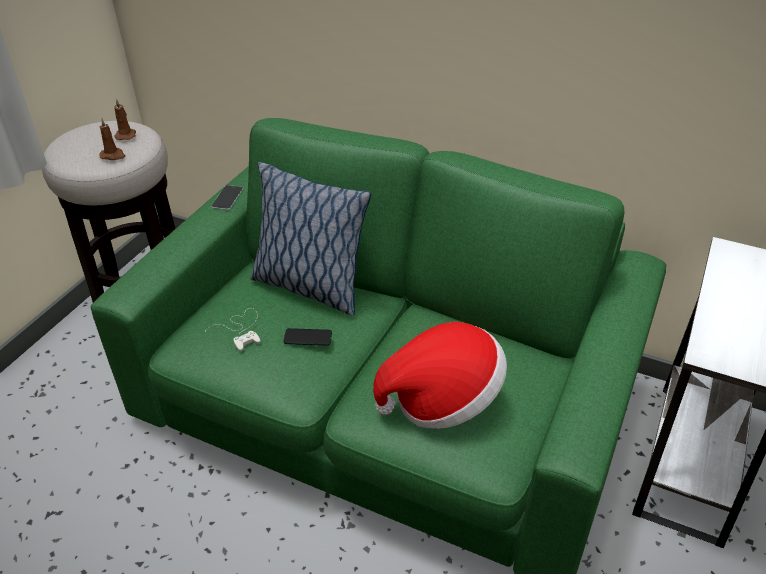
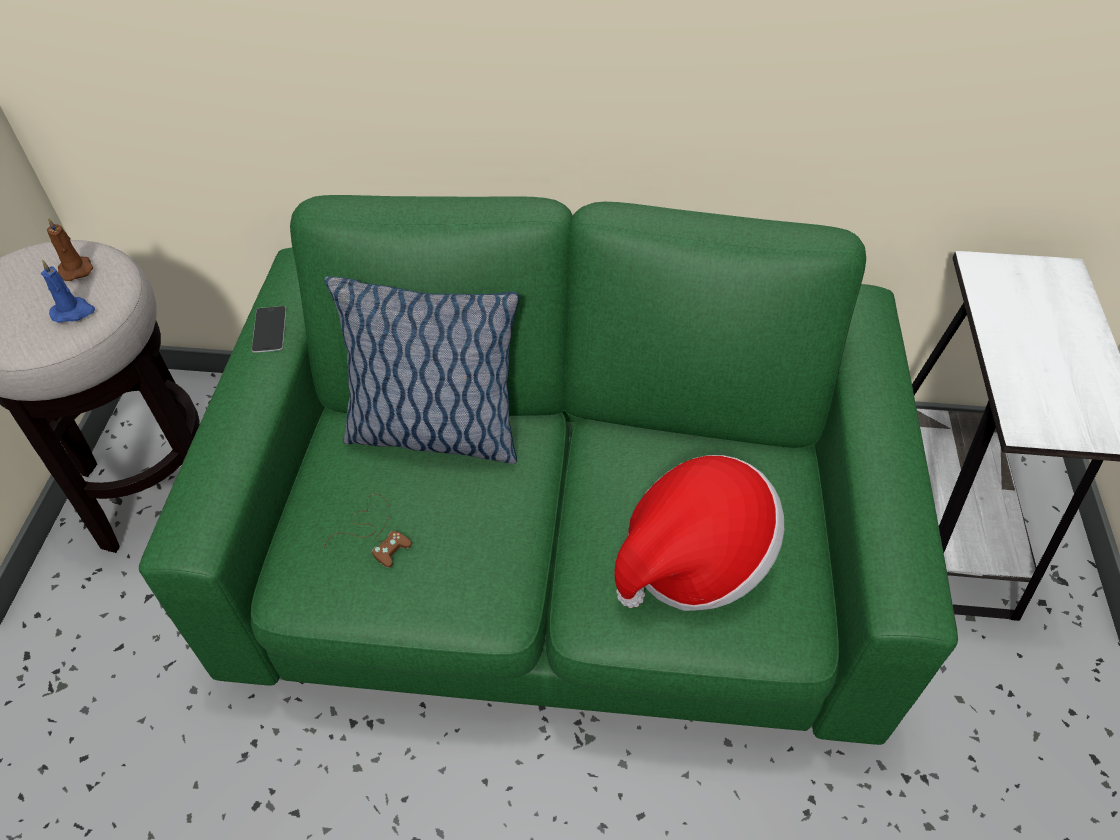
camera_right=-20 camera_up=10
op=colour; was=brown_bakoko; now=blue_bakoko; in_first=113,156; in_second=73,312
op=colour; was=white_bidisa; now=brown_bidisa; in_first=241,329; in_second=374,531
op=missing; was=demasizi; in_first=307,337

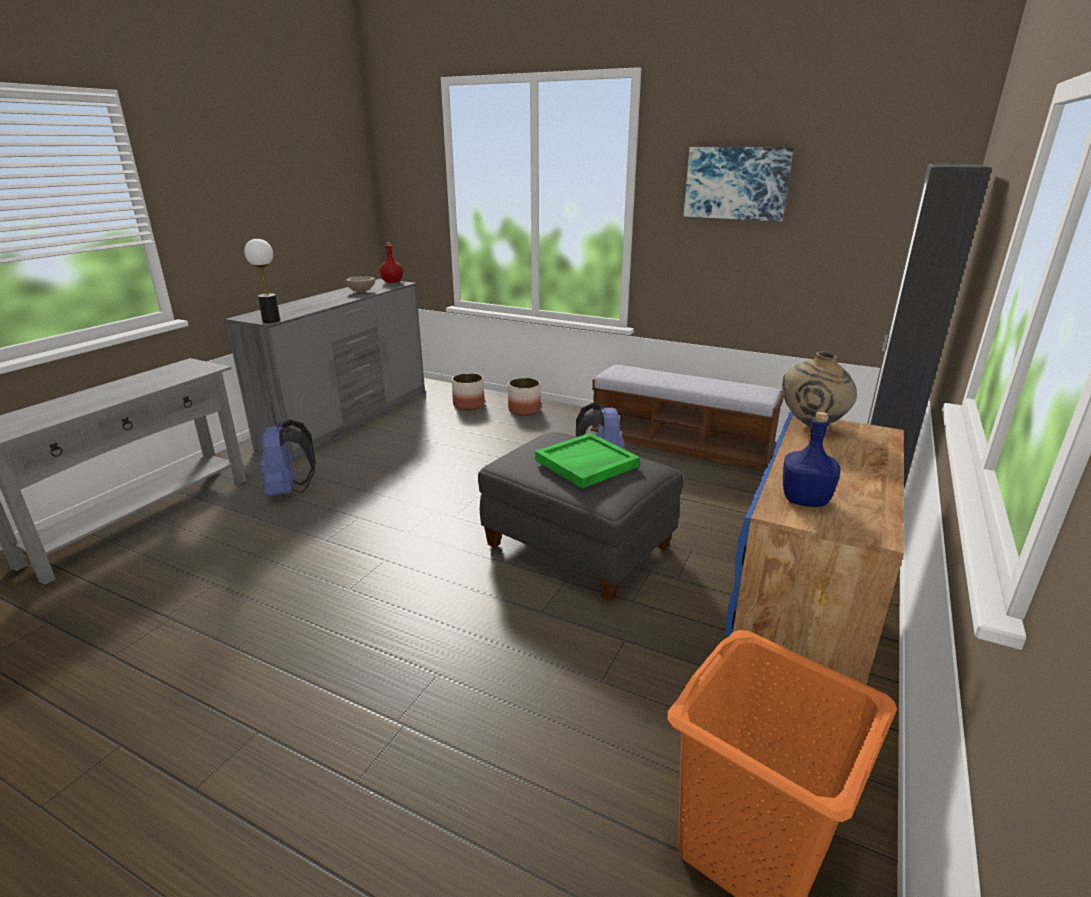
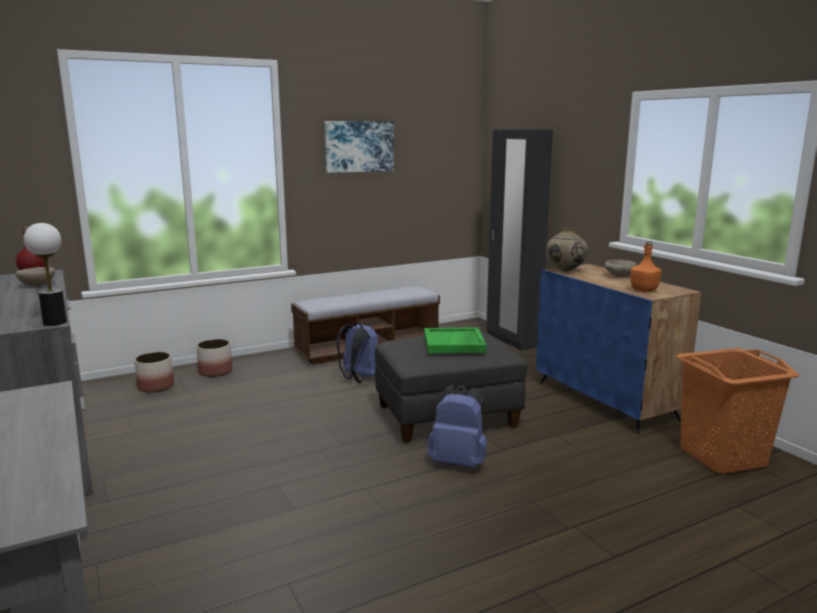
camera_right=-55 camera_up=-10
op=relocated; was=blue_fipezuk; in_first=289,490; in_second=459,462
op=colour; was=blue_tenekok; now=orange_tenekok; in_first=803,500; in_second=643,290
op=appeared; now=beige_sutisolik; in_second=619,276

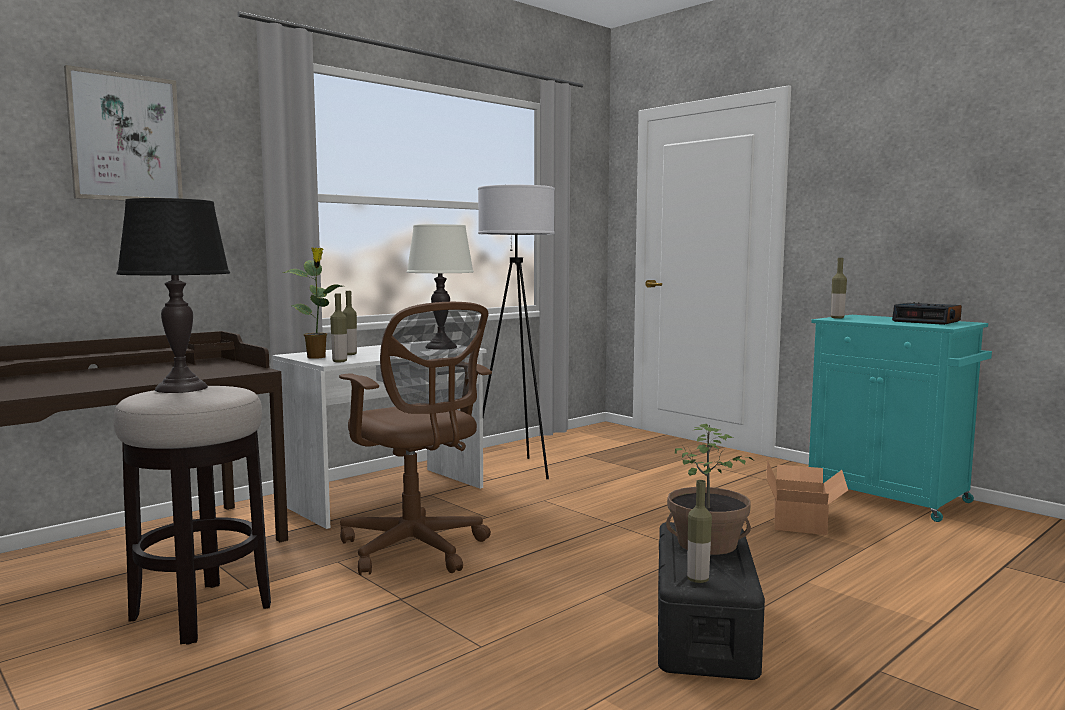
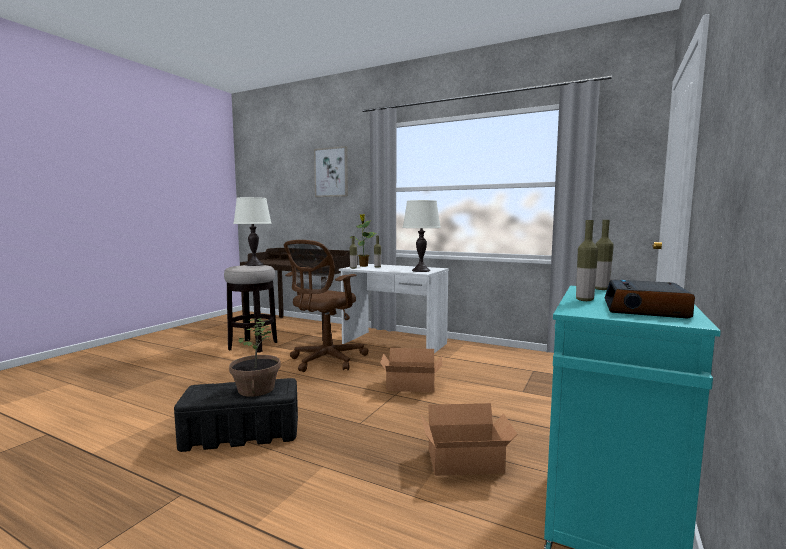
camera_right=70 camera_up=0
op=colour; was=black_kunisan; now=white_kunisan; in_first=181,388; in_second=254,265
op=missing; was=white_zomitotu; in_first=516,469
op=relocated; was=tenekok; in_first=698,580; in_second=584,300
op=appeared; now=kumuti; in_second=412,386

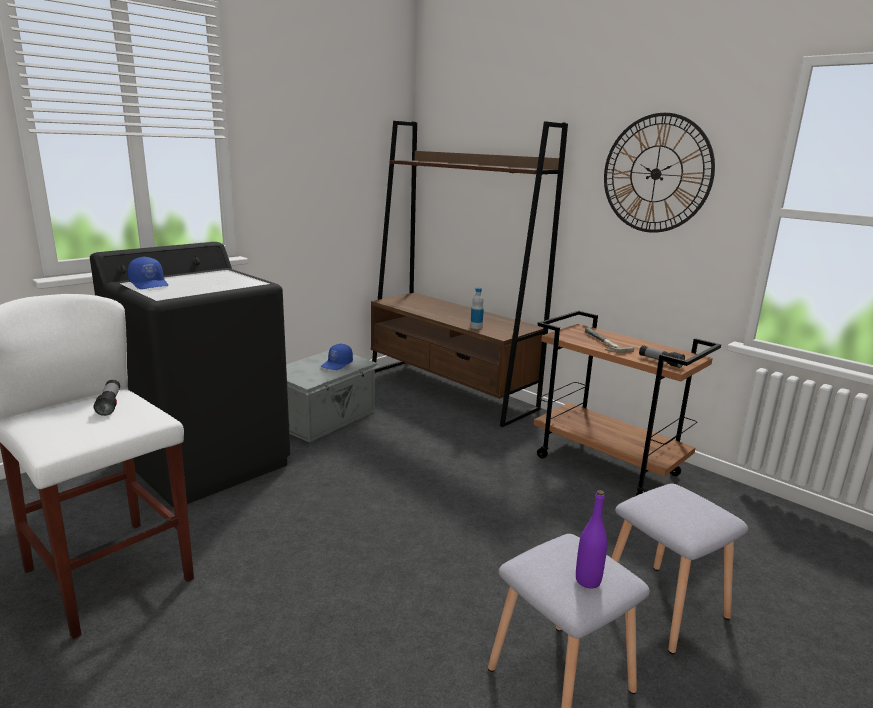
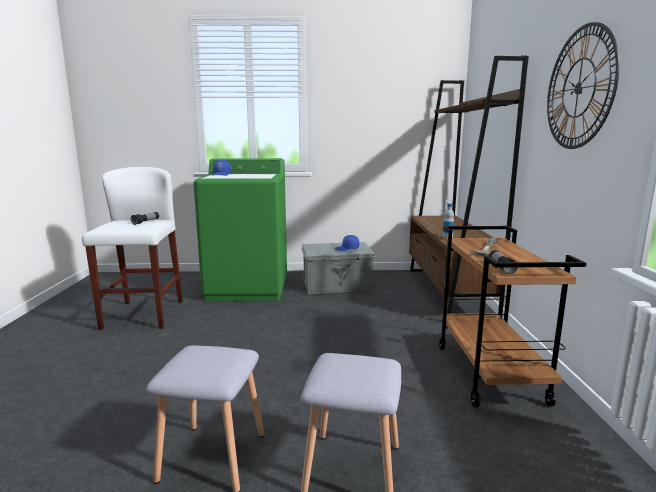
camera_right=45 camera_up=-5
op=colour; was=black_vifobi; now=green_vifobi; in_first=207,462; in_second=248,288
op=missing; was=purple_tenekok; in_first=588,580

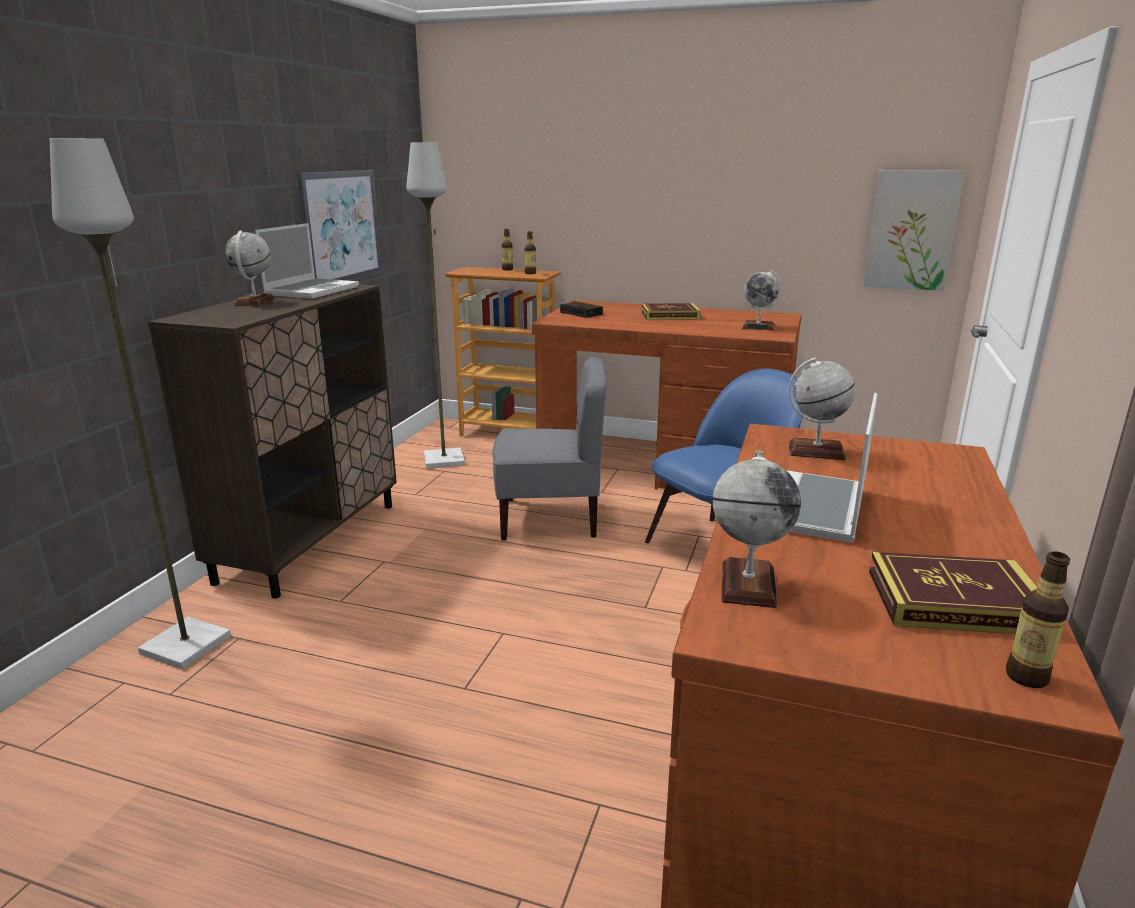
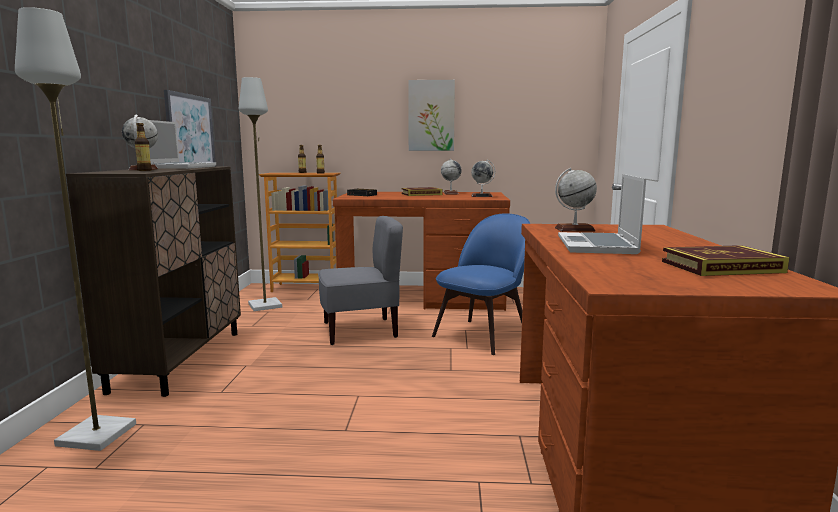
camera_right=-15 camera_up=-10
op=relocated; was=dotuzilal; in_first=748,584; in_second=450,193
op=relocated; was=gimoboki; in_first=911,230; in_second=431,115
op=relocated; was=tenekok; in_first=1027,677; in_second=144,170

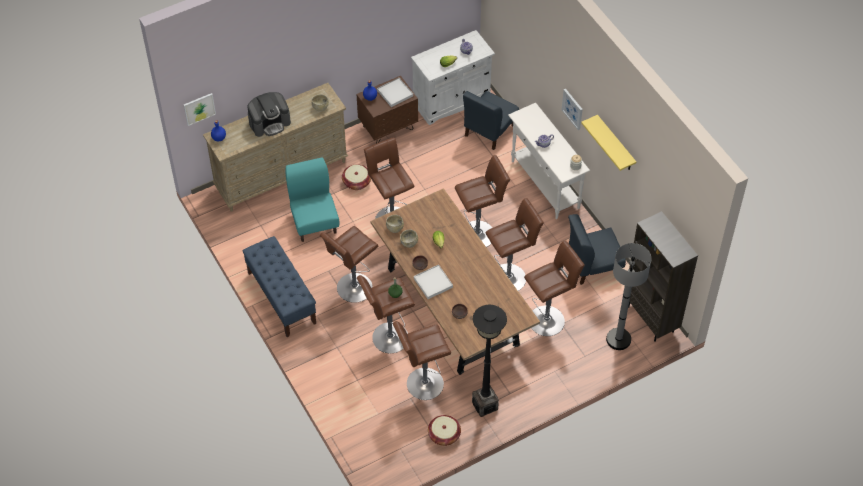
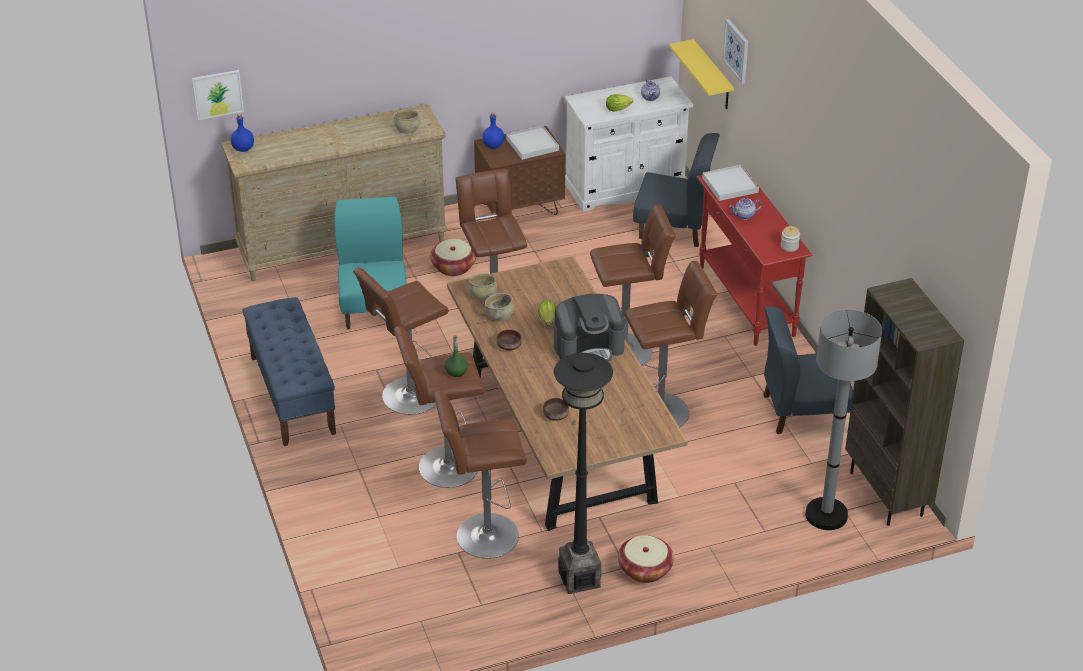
camera_right=10 camera_up=-15
op=relocated; was=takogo; in_first=269,122; in_second=588,347
op=relocated; was=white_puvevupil; in_first=433,283; in_second=730,185
op=relocated; was=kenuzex; in_first=444,435; in_second=645,569
op=spun; was=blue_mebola; in_first=489,130; in_second=673,227; clockwise=-120
op=colour; was=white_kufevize; now=red_kufevize; in_first=545,184; in_second=746,301
op=missing; was=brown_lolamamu; in_first=549,319
op=relocated; was=gimoboki; in_first=572,109; in_second=736,51
op=relocated; was=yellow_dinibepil; in_first=615,144; in_second=712,76

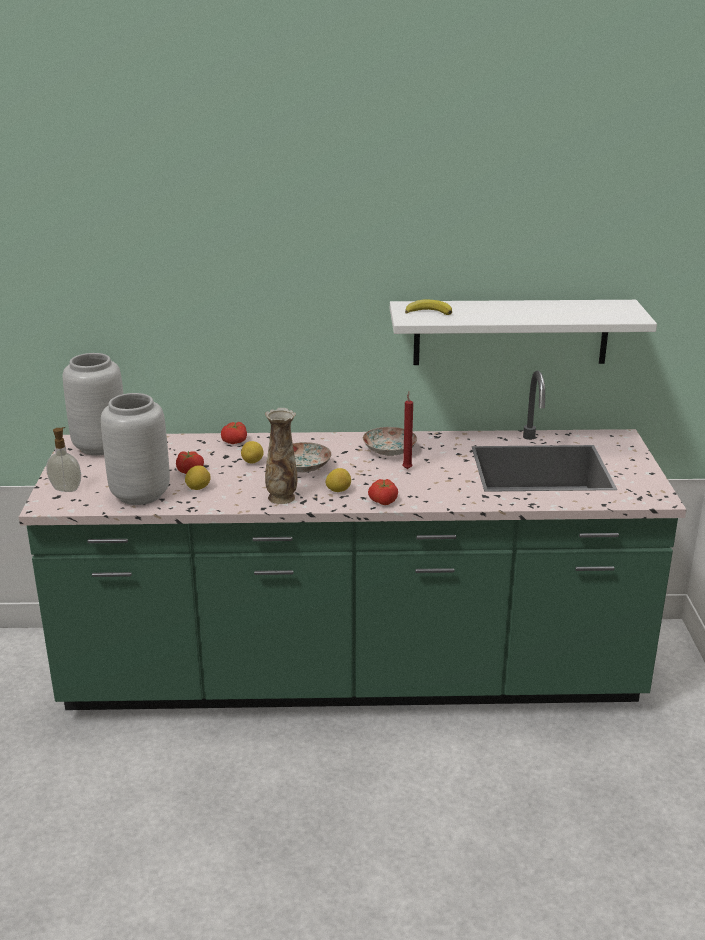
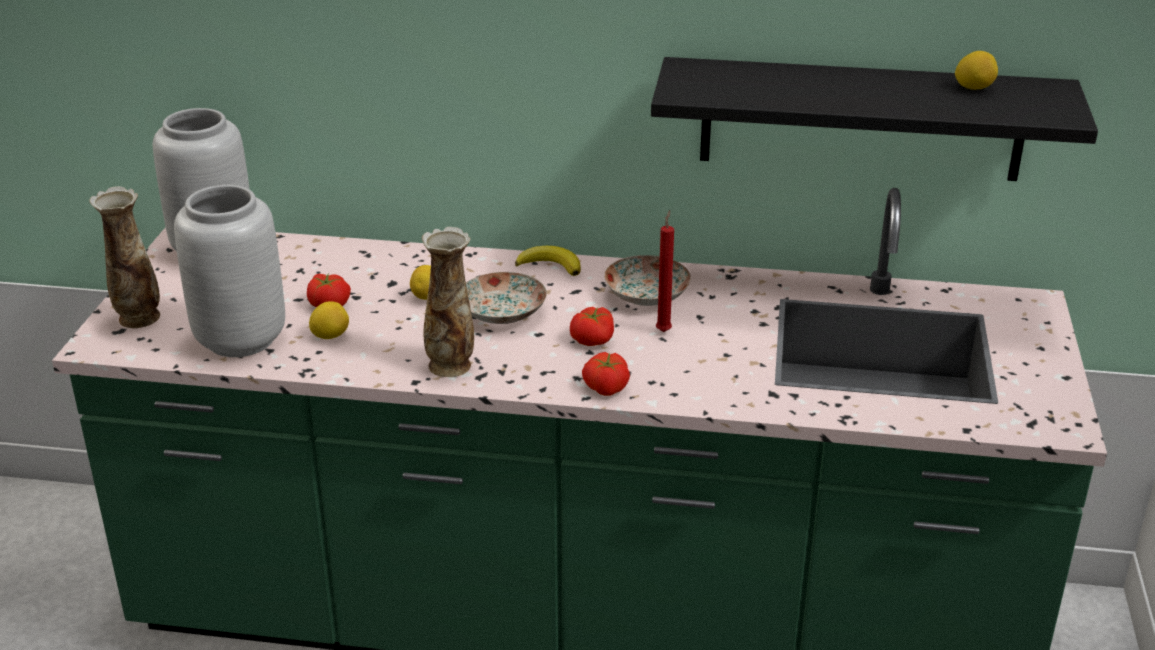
camera_right=10 camera_up=5
op=exchanged; was=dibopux; now=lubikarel; in_first=66,488; in_second=138,318
op=relocated; was=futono; in_first=235,441; in_second=593,340
op=relocated; was=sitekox; in_first=338,490; in_second=974,88
op=colour; was=white_dinibepil; now=black_dinibepil; in_first=511,332; in_second=861,119
op=relocated; was=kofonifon; in_first=428,312; in_second=550,265

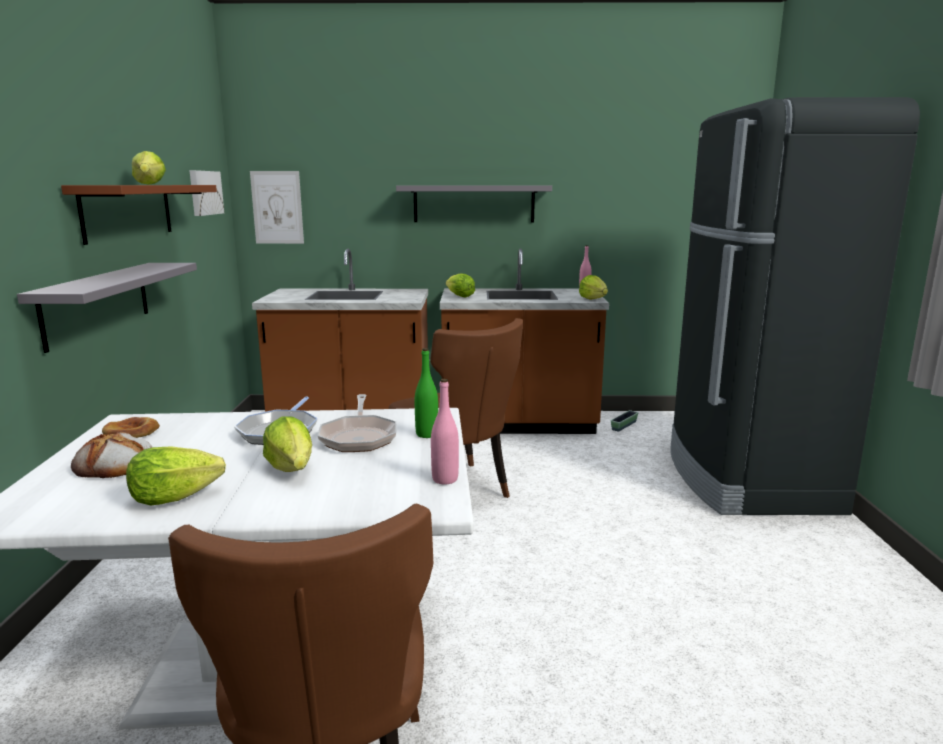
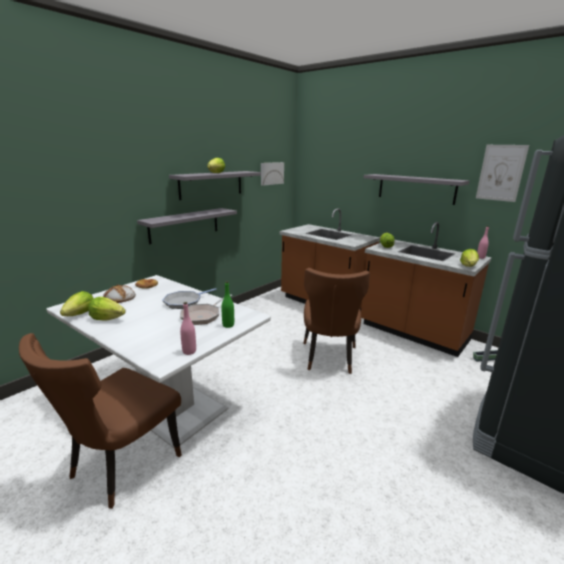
camera_right=40 camera_up=5
op=colour; was=brown_dinibepil; now=grey_dinibepil; in_first=128,211; in_second=211,184
op=relocated; was=gimoboki; in_first=277,207; in_second=501,173
op=relocated; was=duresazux; in_first=291,468; in_second=80,314

